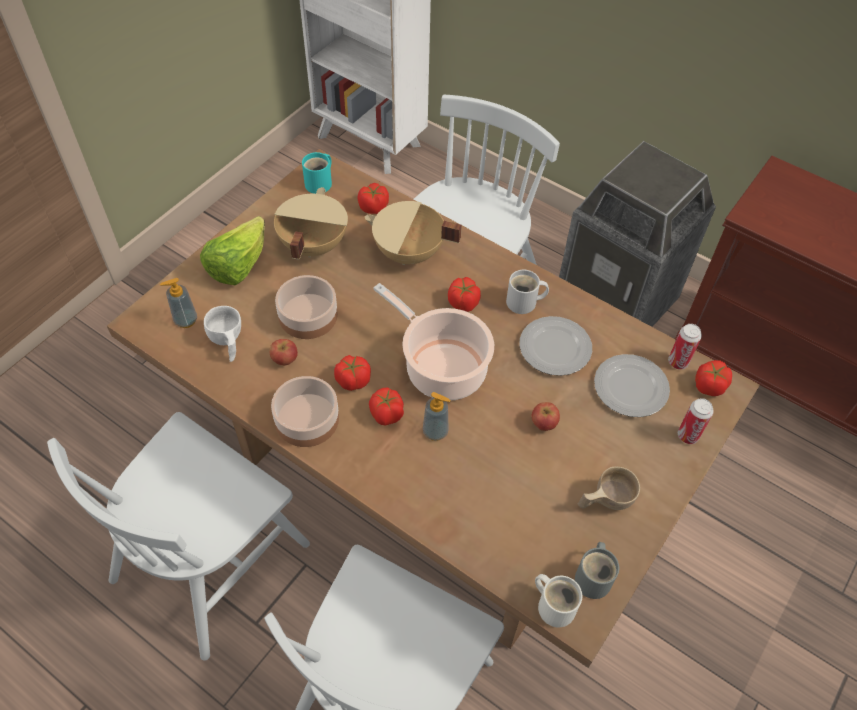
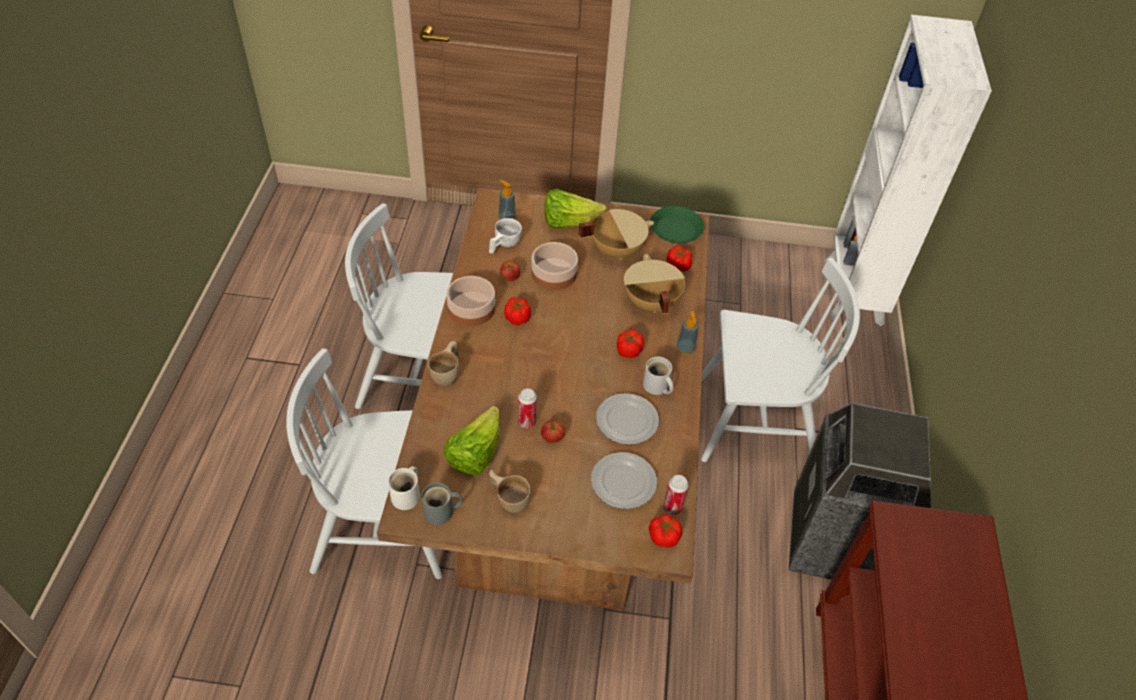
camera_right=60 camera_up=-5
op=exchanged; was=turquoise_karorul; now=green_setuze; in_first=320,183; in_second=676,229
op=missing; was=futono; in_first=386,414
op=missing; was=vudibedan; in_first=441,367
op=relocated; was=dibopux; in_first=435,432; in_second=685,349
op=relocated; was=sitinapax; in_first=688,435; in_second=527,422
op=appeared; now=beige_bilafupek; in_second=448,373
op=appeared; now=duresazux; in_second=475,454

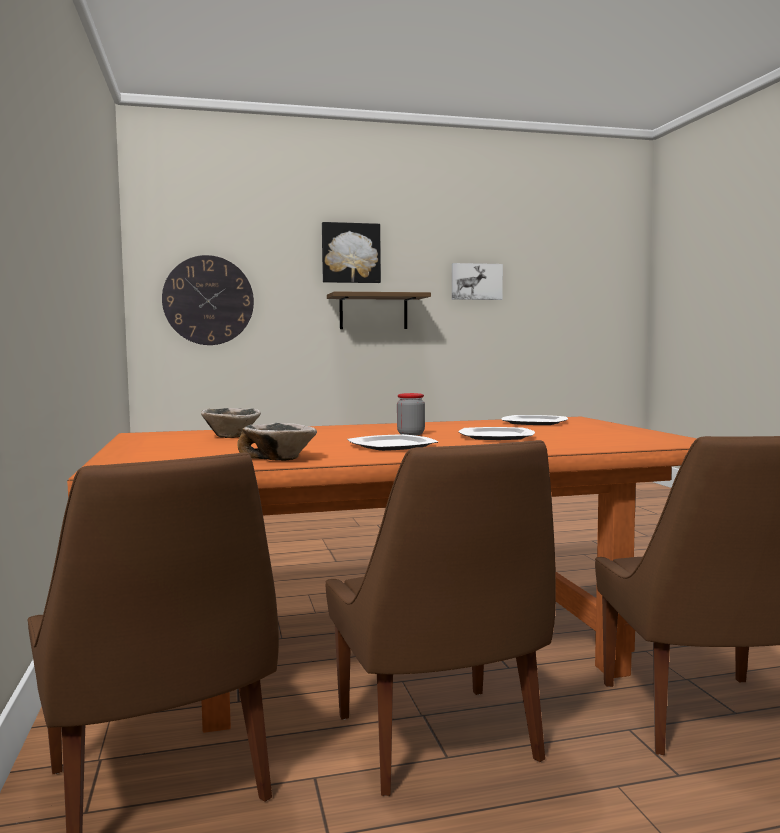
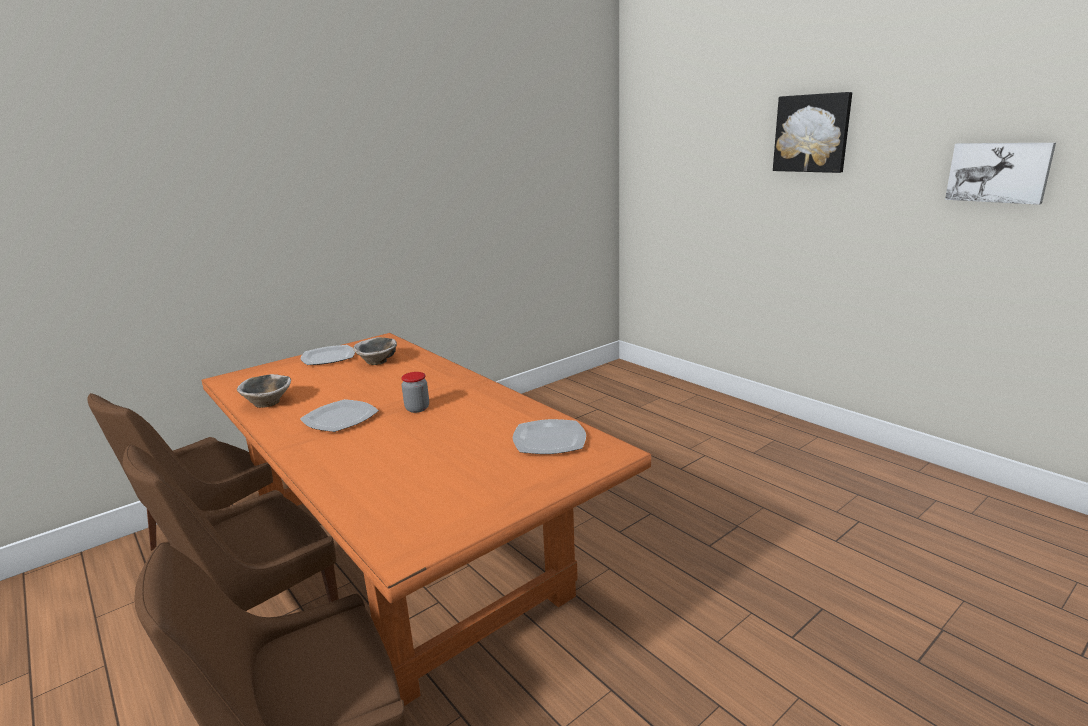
camera_right=65 camera_up=15
op=missing; was=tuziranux; in_first=208,300
op=missing; was=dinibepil; in_first=373,312
op=relocated; was=setuze; in_first=495,436; in_second=328,357

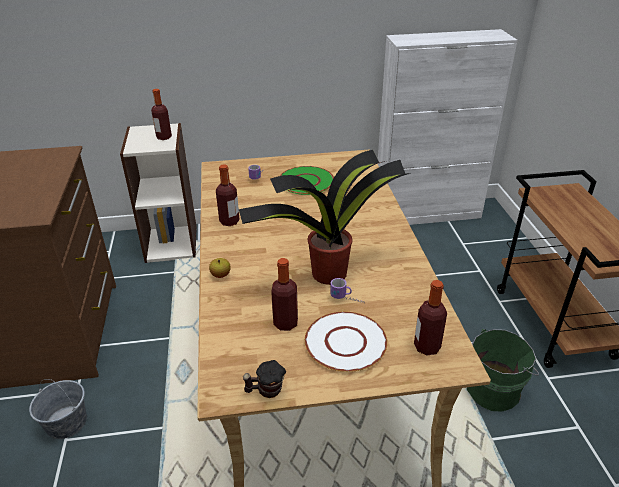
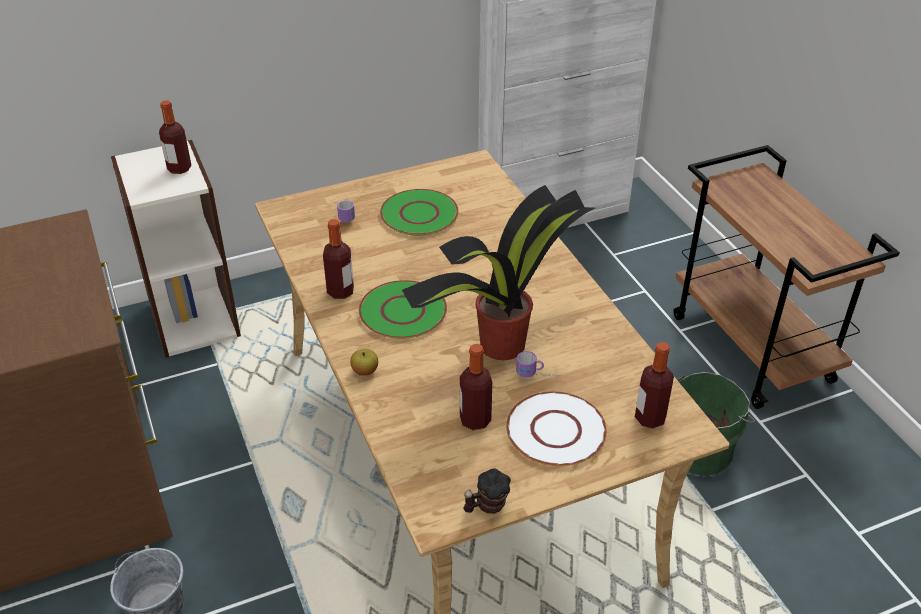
camera_right=-15 camera_up=5
op=appeared; now=green_setuze; in_second=403,312

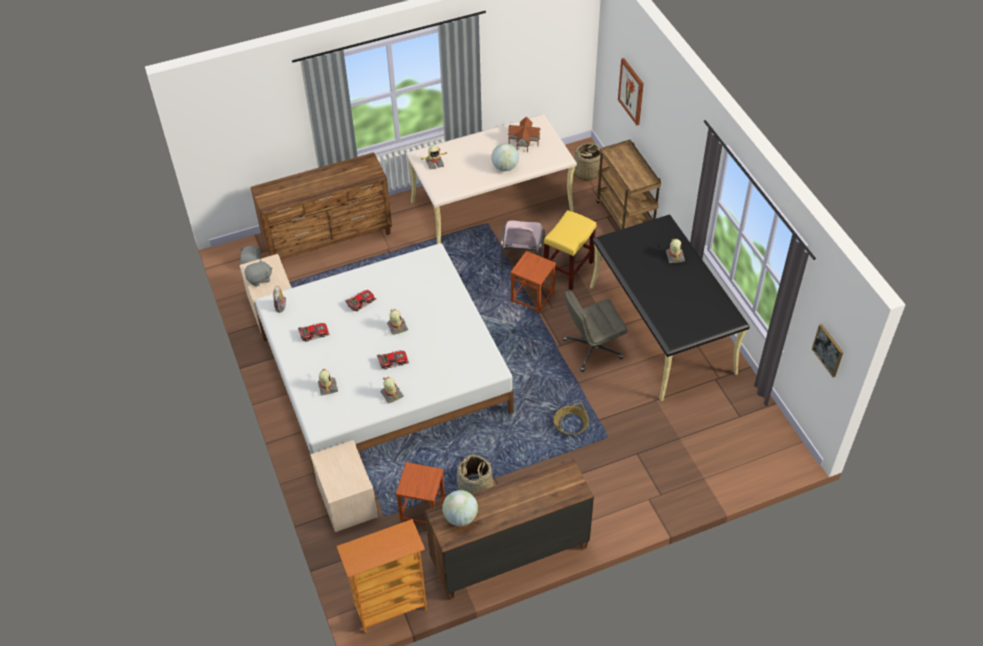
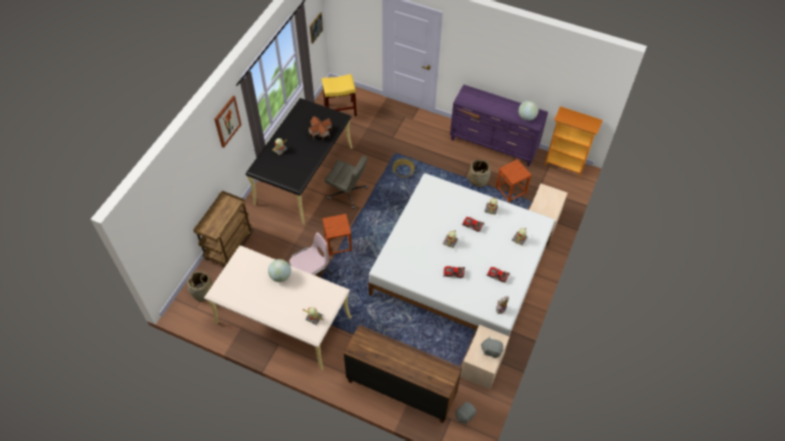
camera_right=-135 camera_up=5
op=colour; was=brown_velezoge; now=purple_velezoge; in_first=509,555; in_second=494,145
op=relocated; was=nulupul; in_first=524,142; in_second=320,132
op=relocated; was=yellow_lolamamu; in_first=568,270; in_second=340,110
op=relocated; was=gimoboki; in_first=631,91; in_second=227,121

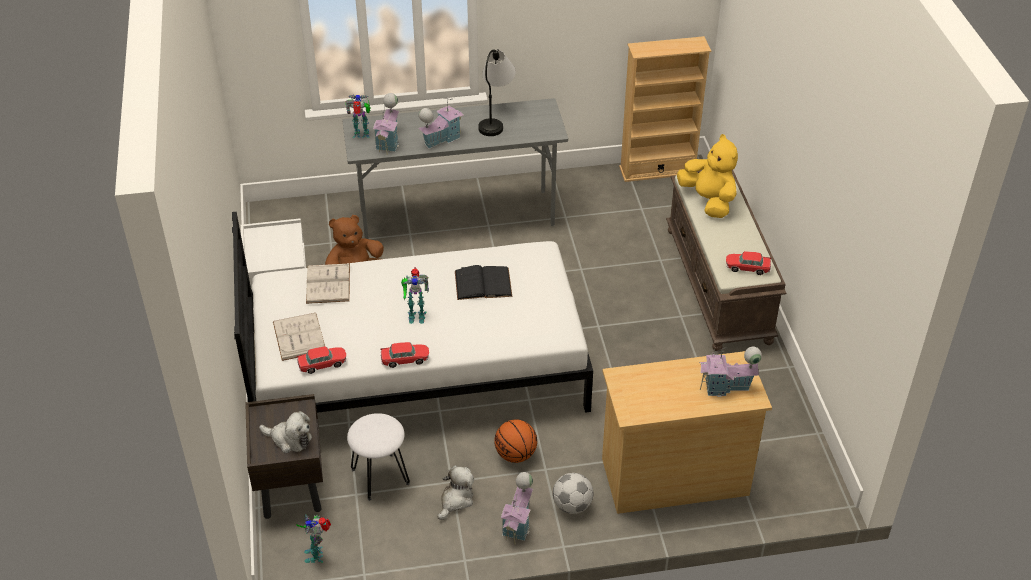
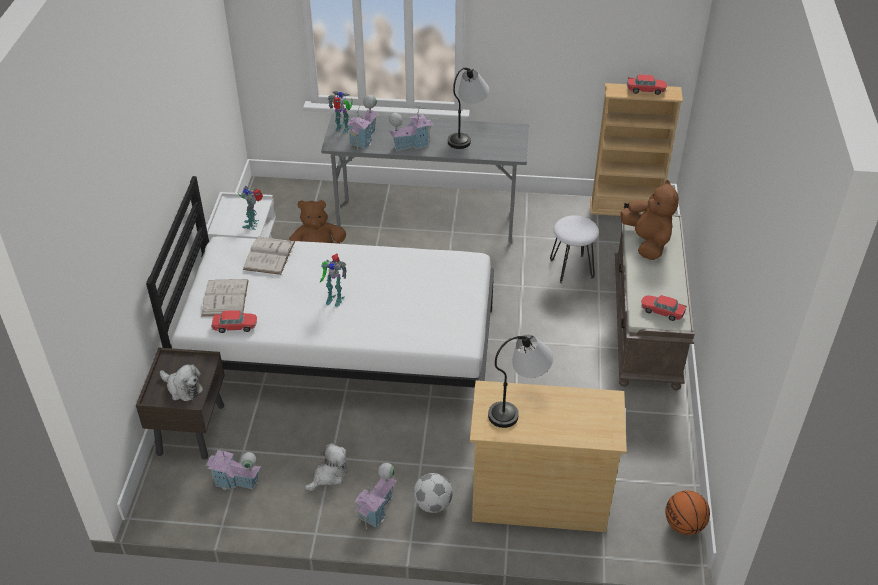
camera_right=15 camera_up=0
op=relocated; was=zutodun; in_first=317,554; in_second=253,224
op=relocated; was=white_lolamamu; in_first=380,477; in_second=571,269
op=relocated; was=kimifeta; in_first=405,359; in_second=646,90
op=missing; was=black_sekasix; in_first=483,283
op=relocated; was=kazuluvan; in_first=516,454; in_second=684,525
op=colour; was=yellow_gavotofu; now=brown_gavotofu; in_first=708,201; in_second=647,242
op=relocated; was=nulupul; in_first=726,387; in_second=235,481
op=appeared; now=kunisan; in_second=519,406

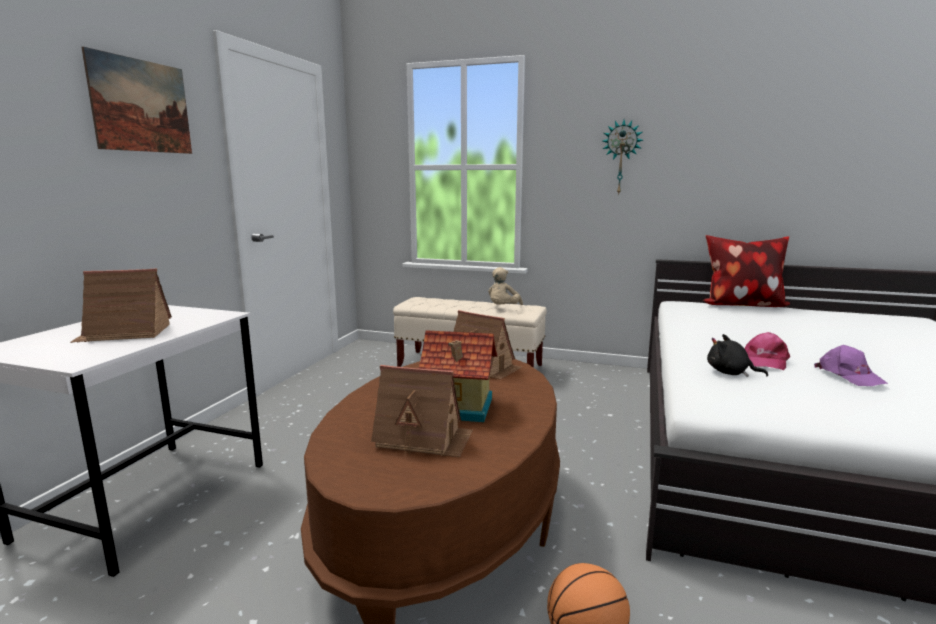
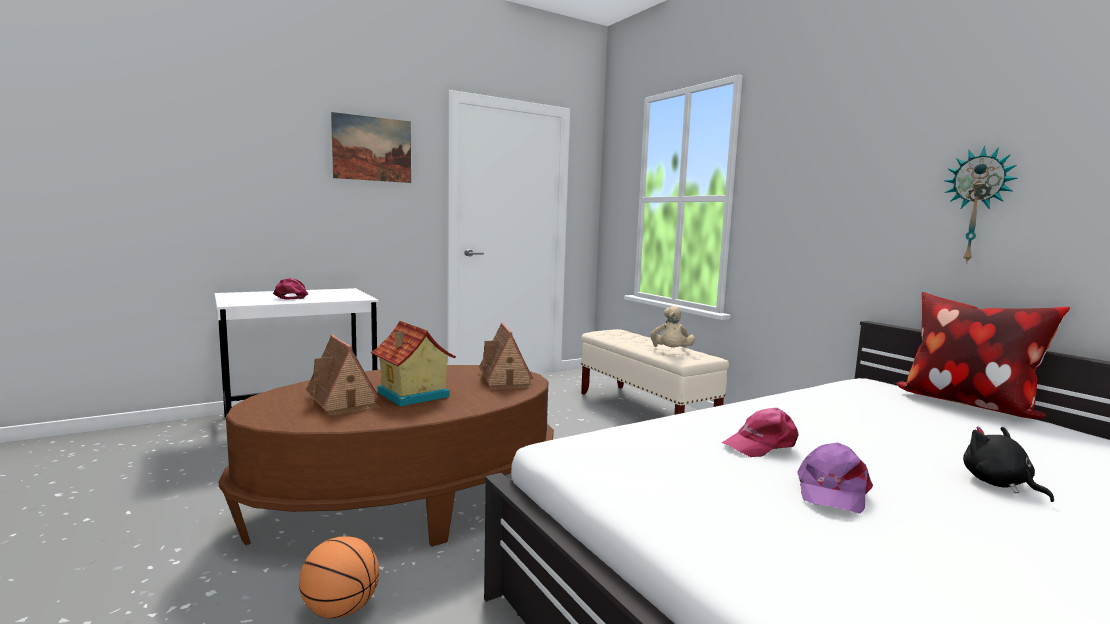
camera_right=40 camera_up=-5
op=exchanged; was=nulupul; now=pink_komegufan; in_first=125,333; in_second=292,297
op=spun; was=beige_gavotofu; in_first=503,308; in_second=671,352; clockwise=-60
op=relocated; was=tuziranux; in_first=621,157; in_second=977,206
op=relocated; was=black_gavotofu; in_first=730,373; in_second=998,484

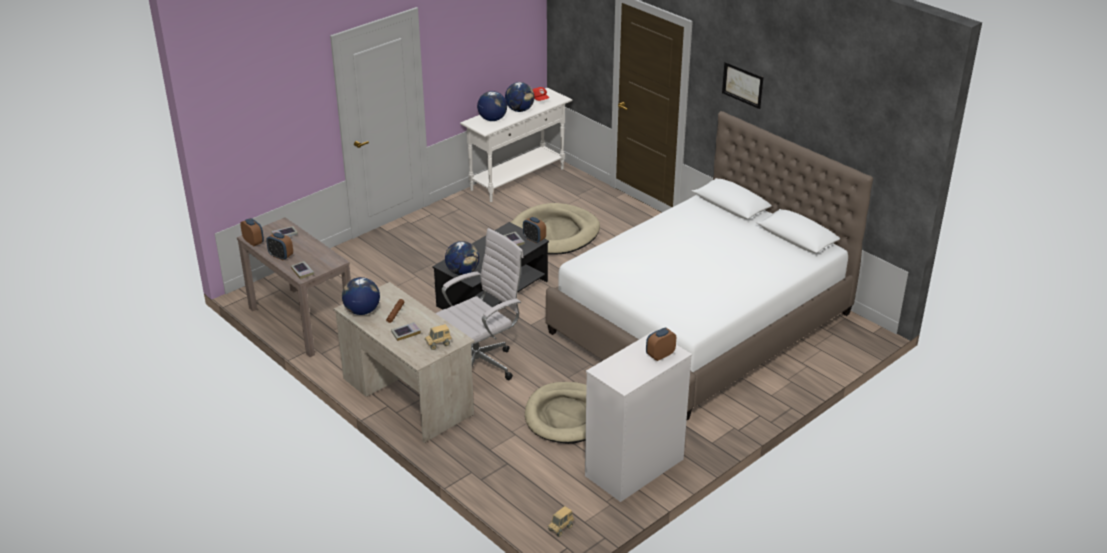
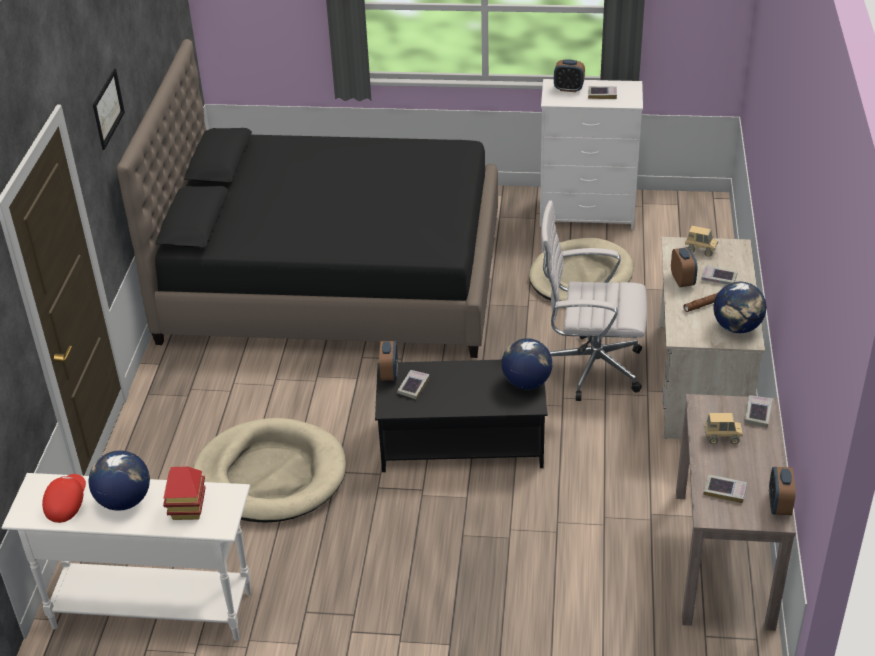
camera_right=-130 camera_up=5
op=relocated; was=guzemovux; in_first=281,256; in_second=682,281
op=exchanged; was=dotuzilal; now=nulupul; in_first=492,119; in_second=188,509
op=colour; was=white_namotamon; now=black_namotamon; in_first=701,323; in_second=333,277
op=relocated; was=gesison; in_first=560,528; in_second=722,438
op=appeared; now=sekasix; in_second=602,94

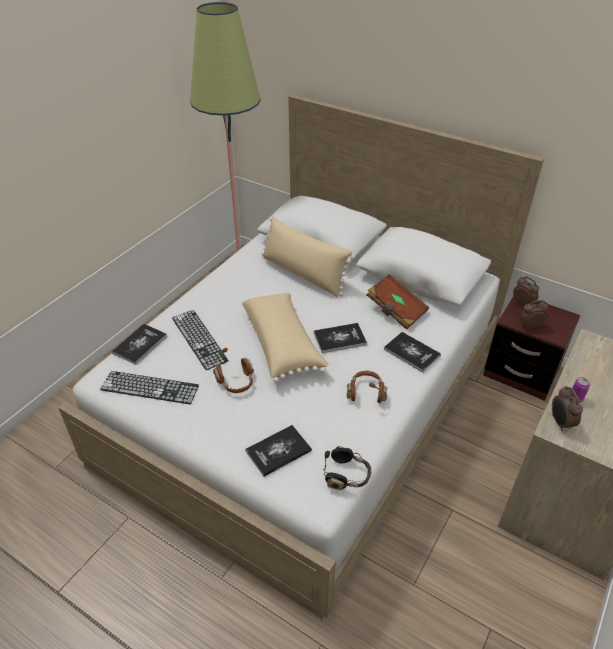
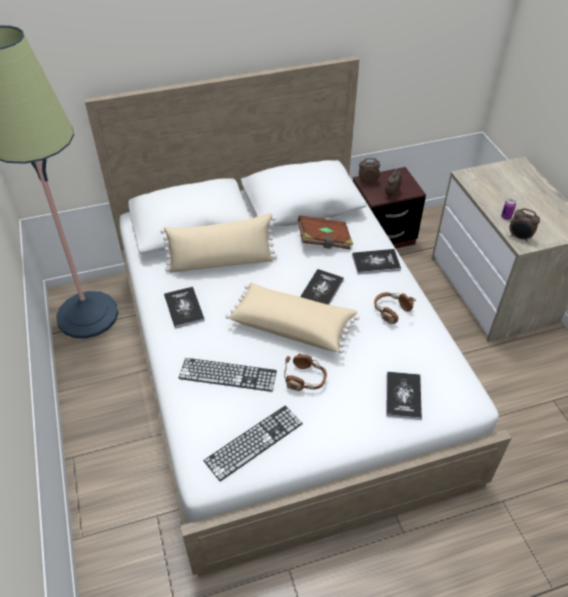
camera_right=-50 camera_up=5
op=relocated; was=sekasix; in_first=140,344; in_second=184,308
op=missing; was=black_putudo; in_first=347,475

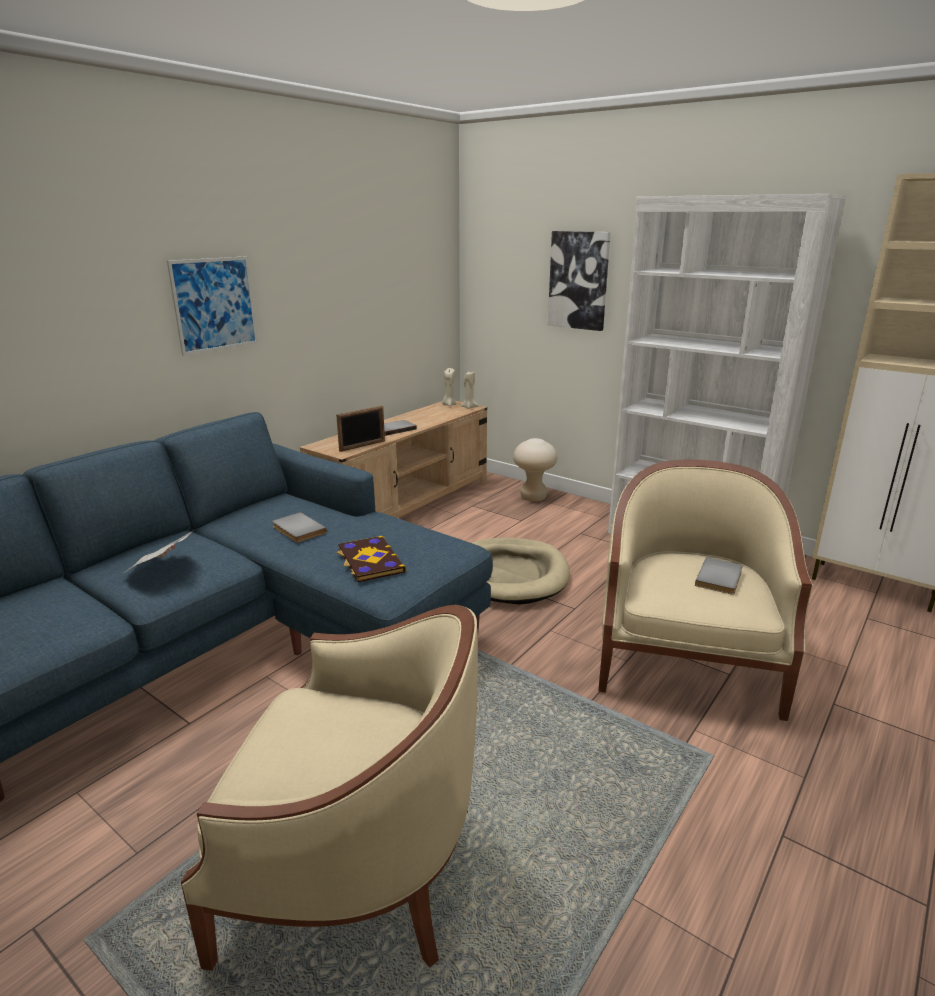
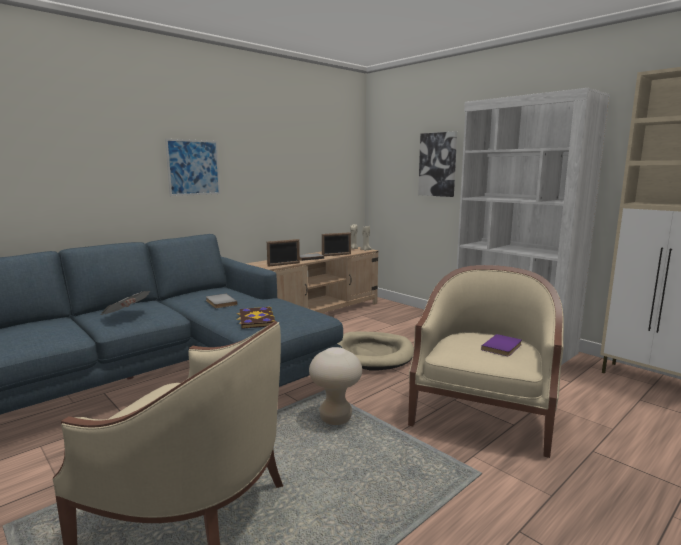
camera_right=10 camera_up=-10
op=relocated; was=beige_lolamamu; in_first=533,498; in_second=335,418
op=colour; was=grey_sekasix; now=purple_sekasix; in_first=720,578; in_second=503,347
op=appeared; now=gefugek; in_second=336,255

